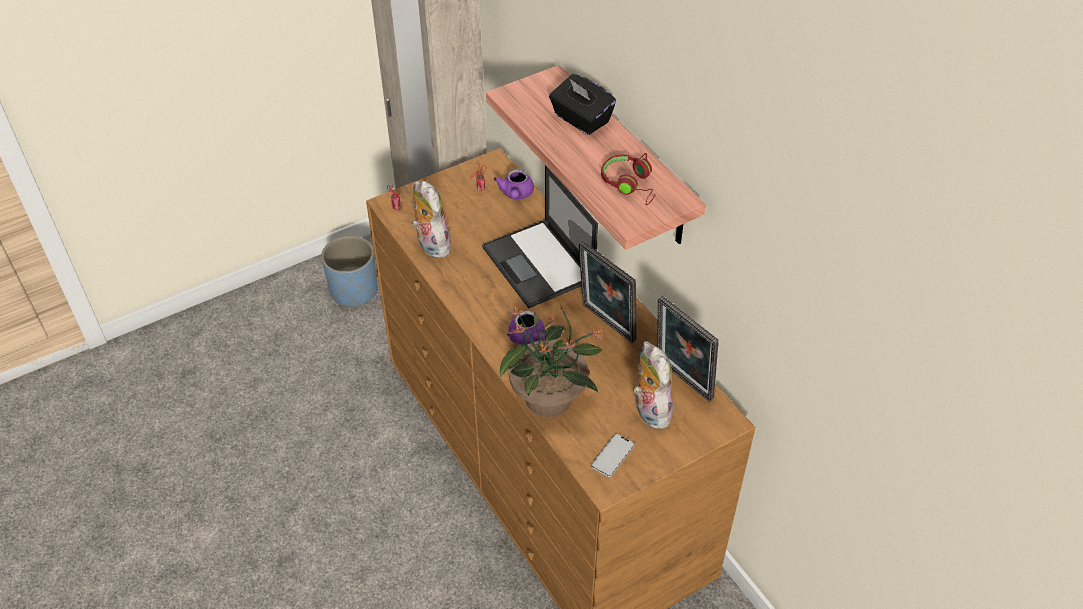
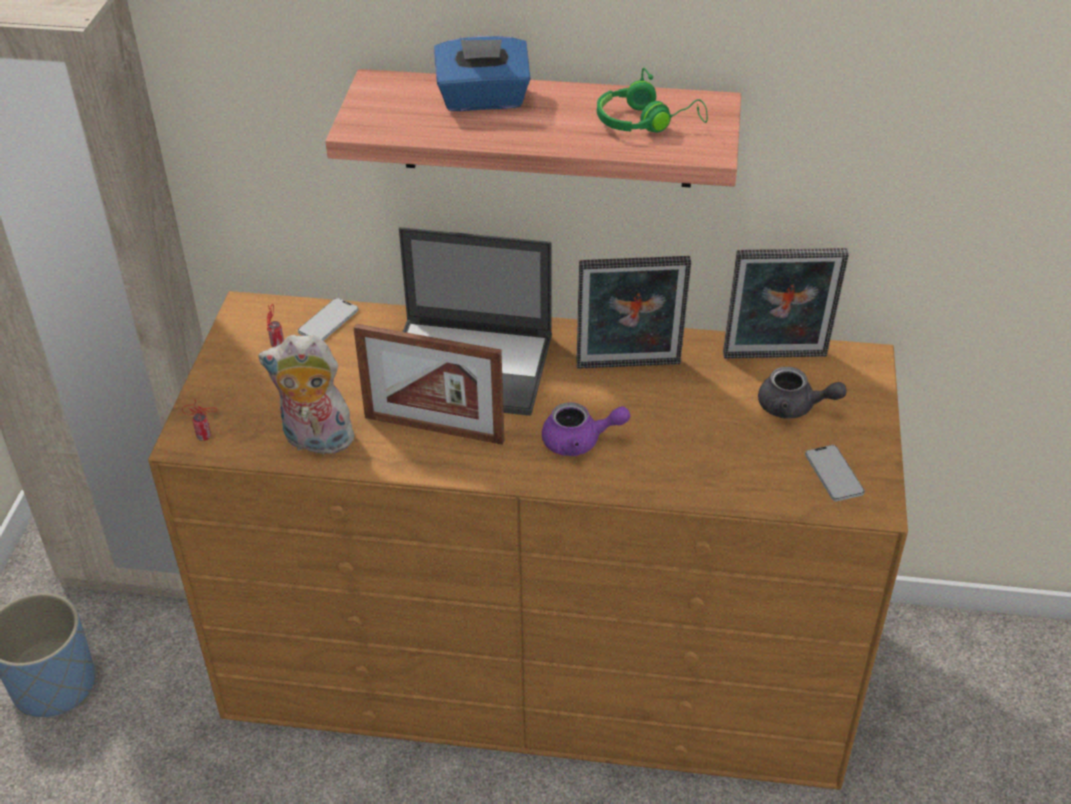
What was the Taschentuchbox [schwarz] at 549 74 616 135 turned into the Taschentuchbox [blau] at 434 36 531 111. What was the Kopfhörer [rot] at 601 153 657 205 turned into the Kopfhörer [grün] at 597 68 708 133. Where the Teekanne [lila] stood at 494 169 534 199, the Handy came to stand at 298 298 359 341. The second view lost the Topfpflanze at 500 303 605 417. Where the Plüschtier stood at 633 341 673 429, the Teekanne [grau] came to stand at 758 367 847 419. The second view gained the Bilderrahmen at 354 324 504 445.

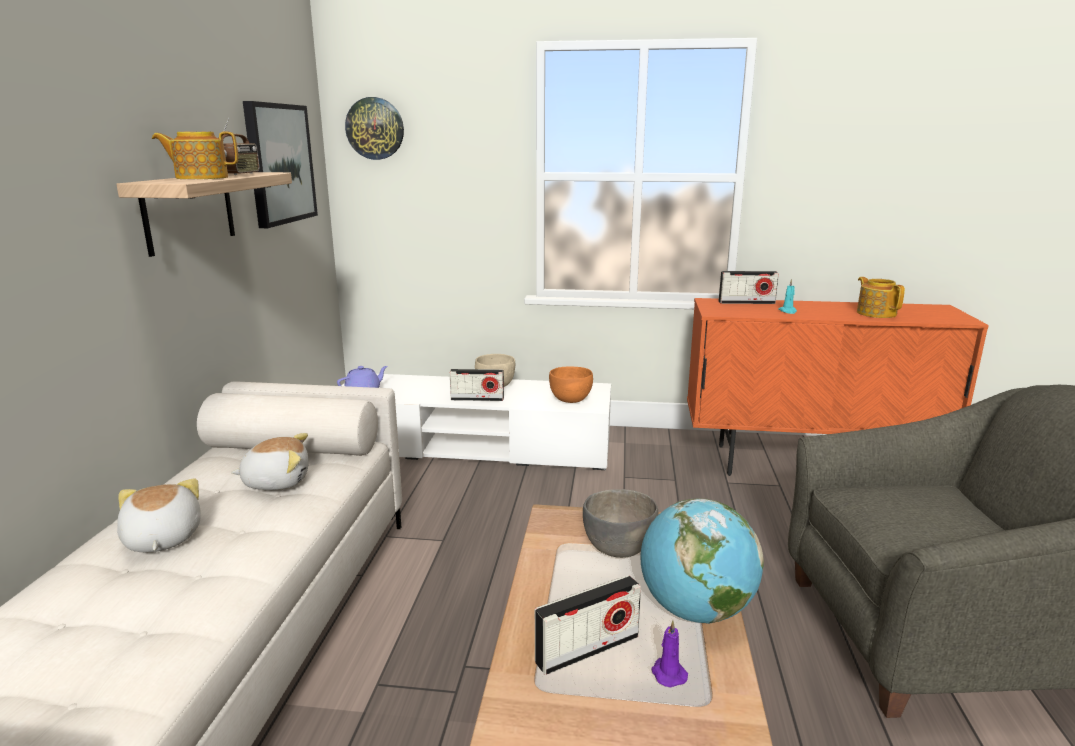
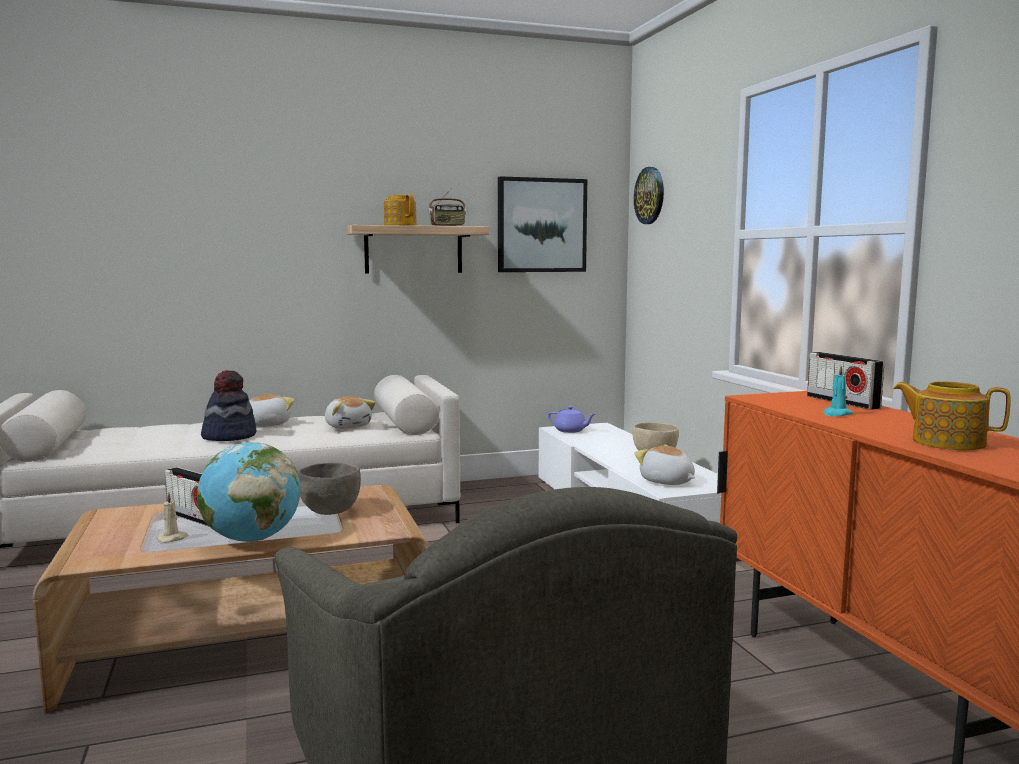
The Teekanne at 857 277 905 318 ended up facing another way, 105 degrees counterclockwise from before. Where the Schüssel [orange] stood at 549 366 593 403, the Plüschtier came to stand at 634 445 695 485. The second view lost the Radio at 450 369 504 401. What was the Kerze [lila] at 651 620 688 687 turned into the Kerze [beige] at 157 492 189 543. The second view gained the Hut at 201 370 256 441.

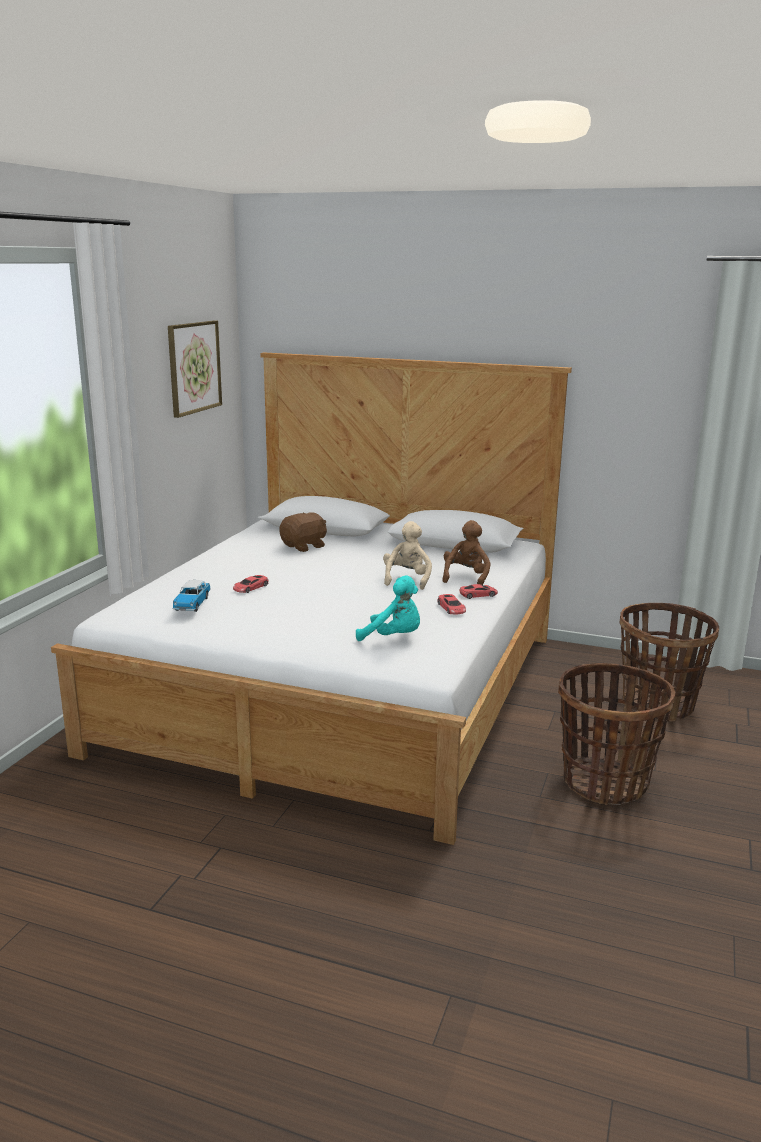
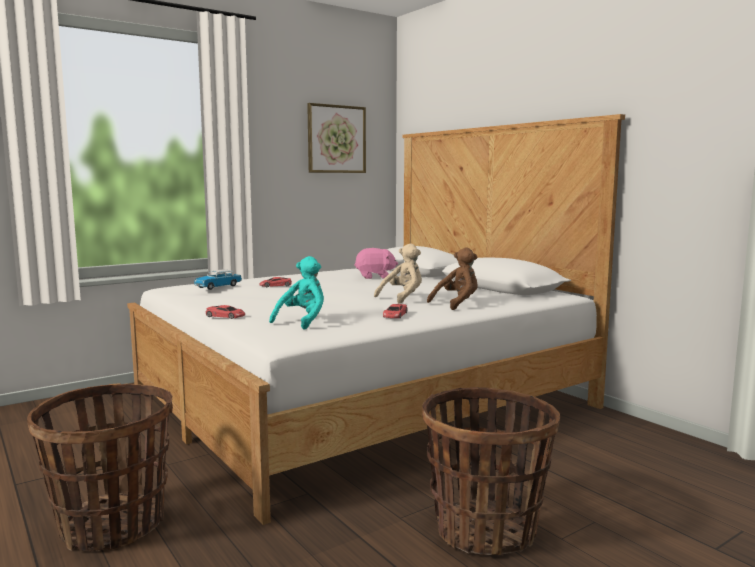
What was the Plüschtier [braun] at 279 512 327 552 turned into the Plüschtier [rosa] at 354 248 398 279. The Plüschtier [türkis] at 356 576 420 641 ended up facing another way, 120 degrees counterclockwise from before. The Spielzeugauto [rot] ended up elsewhere, having gone from 460 584 498 599 to 206 305 245 319. The Korb ended up elsewhere, having gone from 620 603 719 722 to 27 383 173 551.

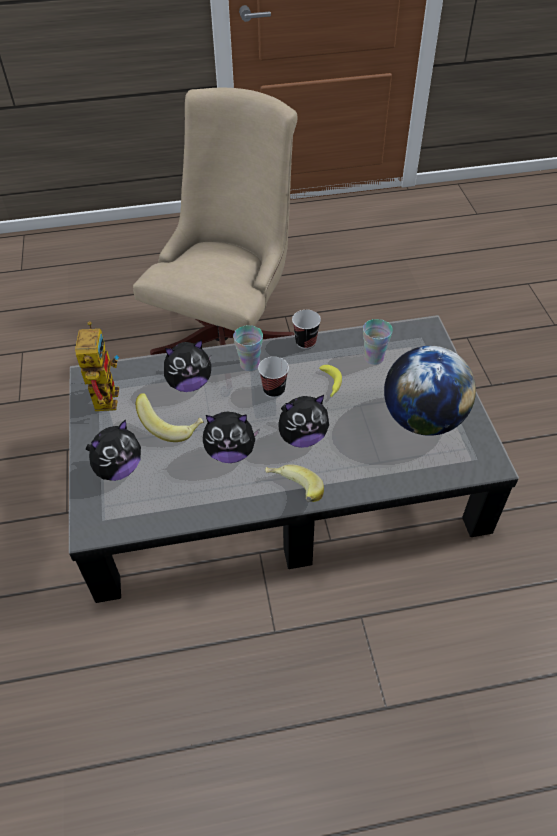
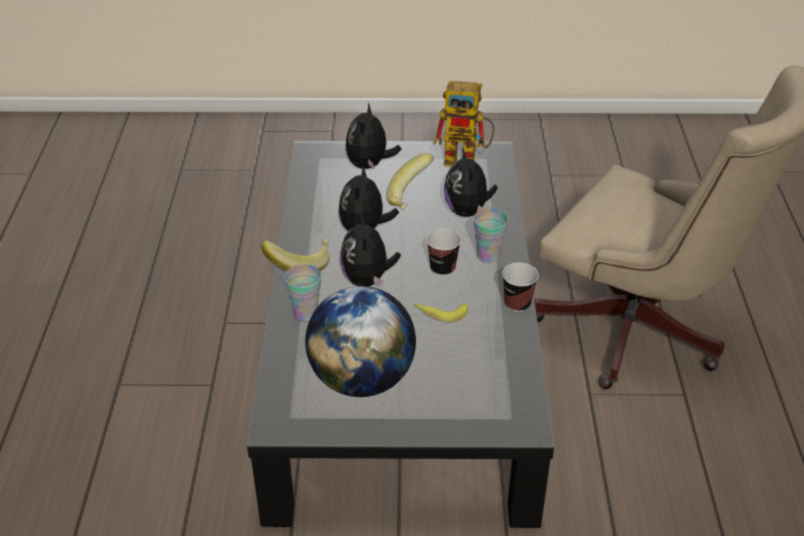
The Tasse ended up elsewhere, having gone from 363 319 393 365 to 284 264 321 322. The Plüschtier at 86 419 141 481 ended up facing another way, 45 degrees clockwise from before.

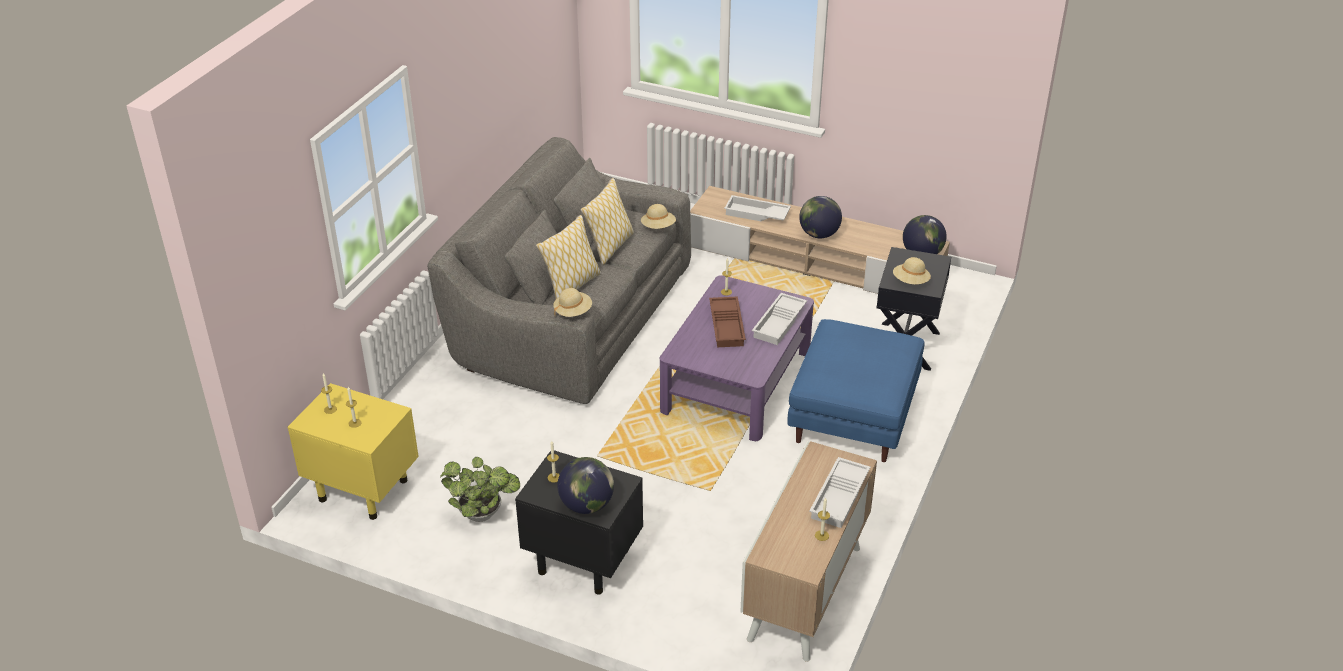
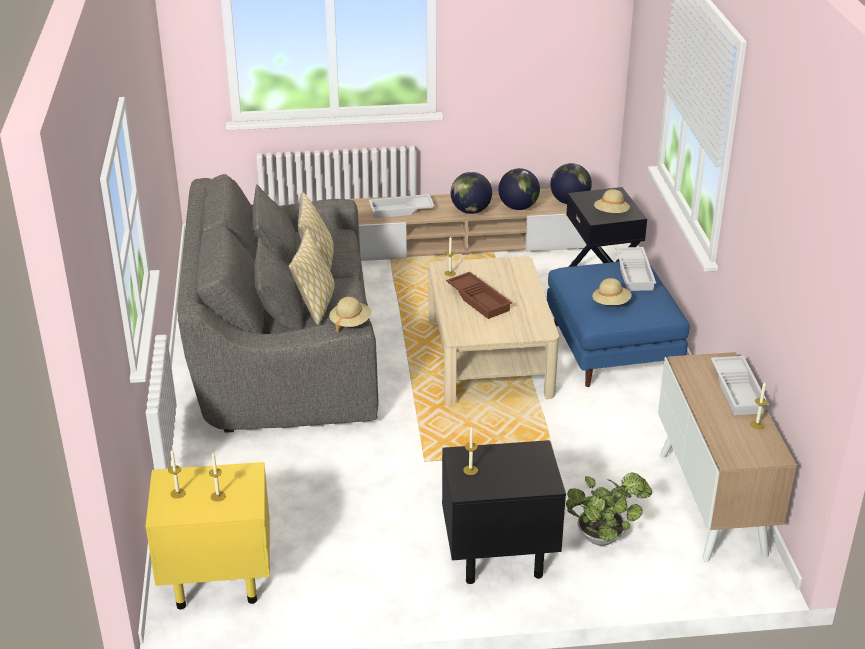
The Hut [beige] ended up elsewhere, having gone from 641 204 676 229 to 592 278 632 305. What was the Couchtisch [lila] at 660 275 814 441 turned into the Couchtisch [beige] at 428 256 559 405. The Tablett [weiß] ended up elsewhere, having gone from 752 293 807 345 to 615 247 656 291. The Topfpflanze ended up elsewhere, having gone from 440 457 520 522 to 566 472 653 546. The Globus ended up elsewhere, having gone from 557 457 614 514 to 498 168 540 210.

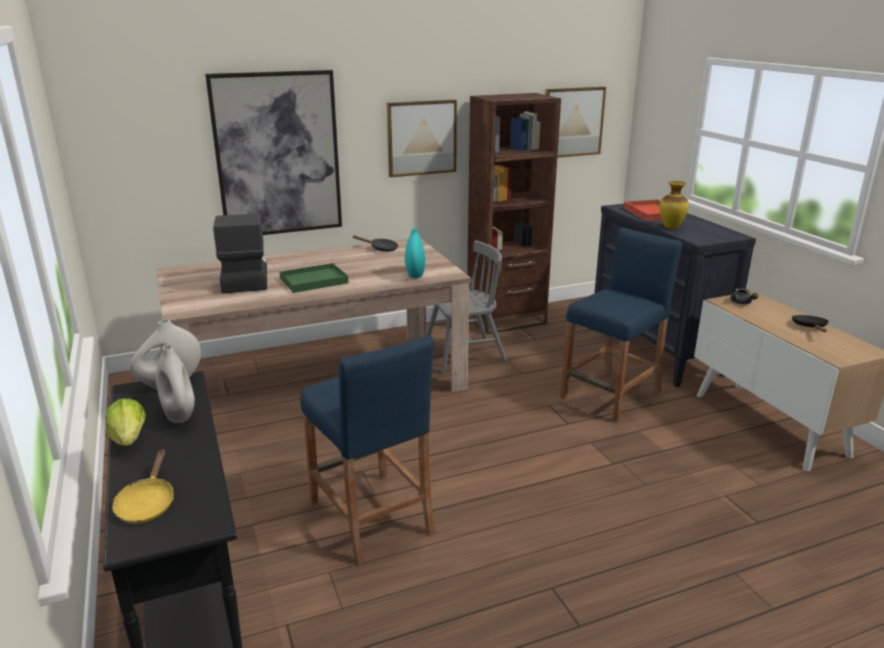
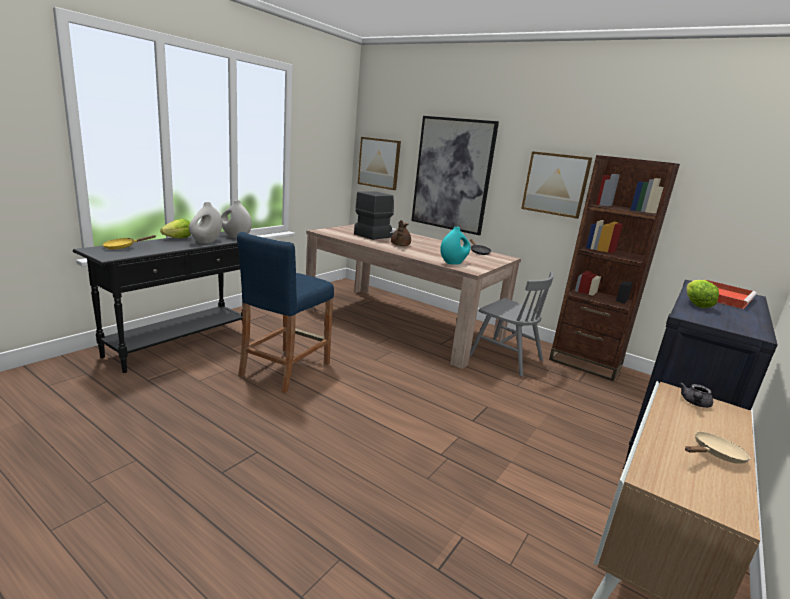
The Bild ended up elsewhere, having gone from 545 87 606 158 to 358 137 401 190. Where the Vase stood at 659 181 689 229, the Salatkopf came to stand at 686 280 719 308. The second view lost the Hocker [blau] at 560 227 682 422. Where the Tablett [grün] stood at 279 262 349 293, the Teekanne [braun] came to stand at 391 220 411 246. What was the Pfanne [schwarz] at 792 315 829 332 turned into the Pfanne [beige] at 685 431 750 464.

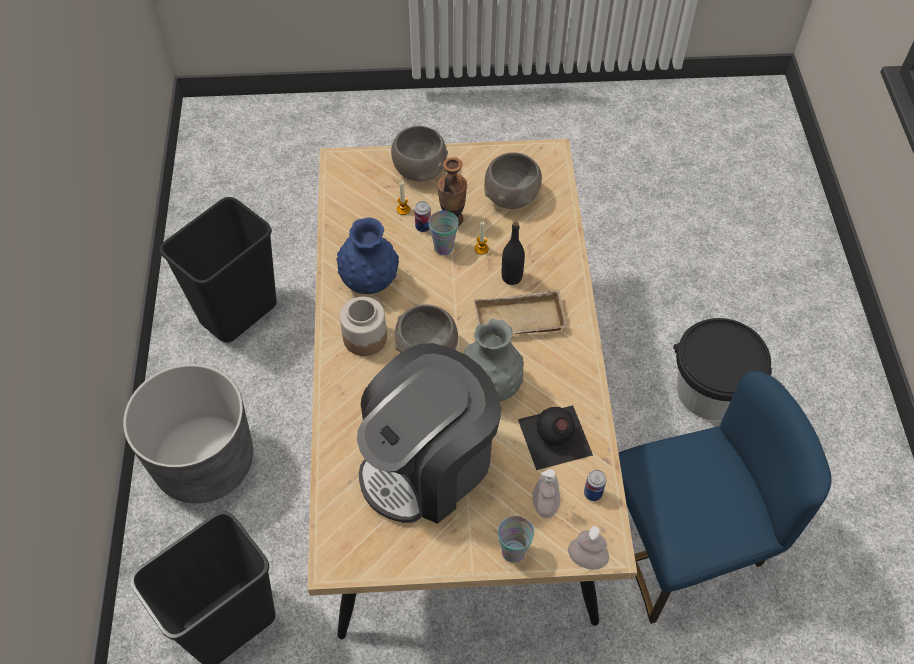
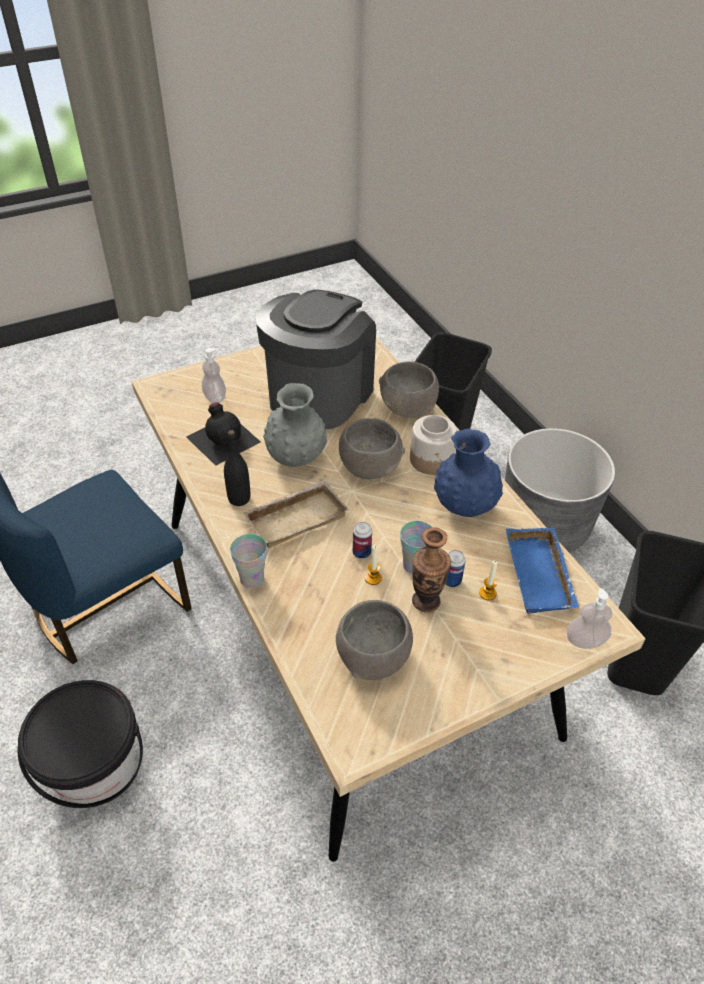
The Schüssel [grau] ended up elsewhere, having gone from 391 126 448 182 to 379 361 439 418. The Flasche [schwarz] ended up elsewhere, having gone from 502 222 525 285 to 224 430 250 506. The Dose ended up elsewhere, having gone from 584 470 606 501 to 353 522 372 559. The Tasse ended up elsewhere, having gone from 498 516 534 563 to 230 534 267 588. The Seifenspender ended up elsewhere, having gone from 568 526 609 570 to 567 588 612 649. The second view gained the Tablett [blau] at 506 528 579 614.

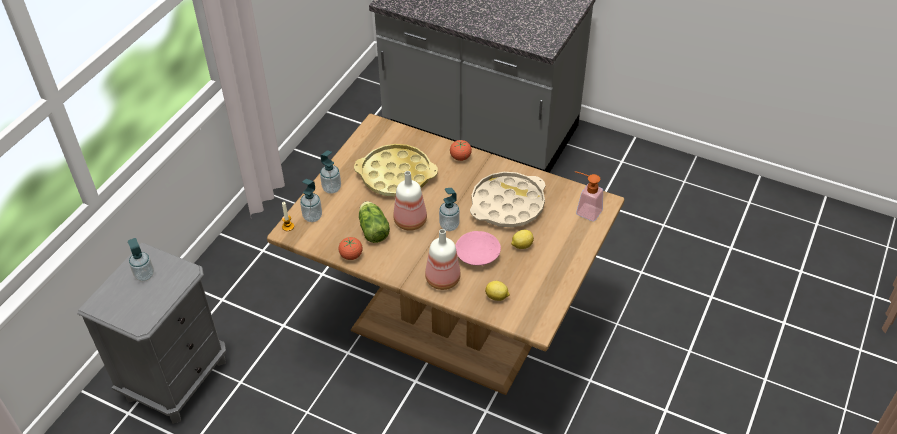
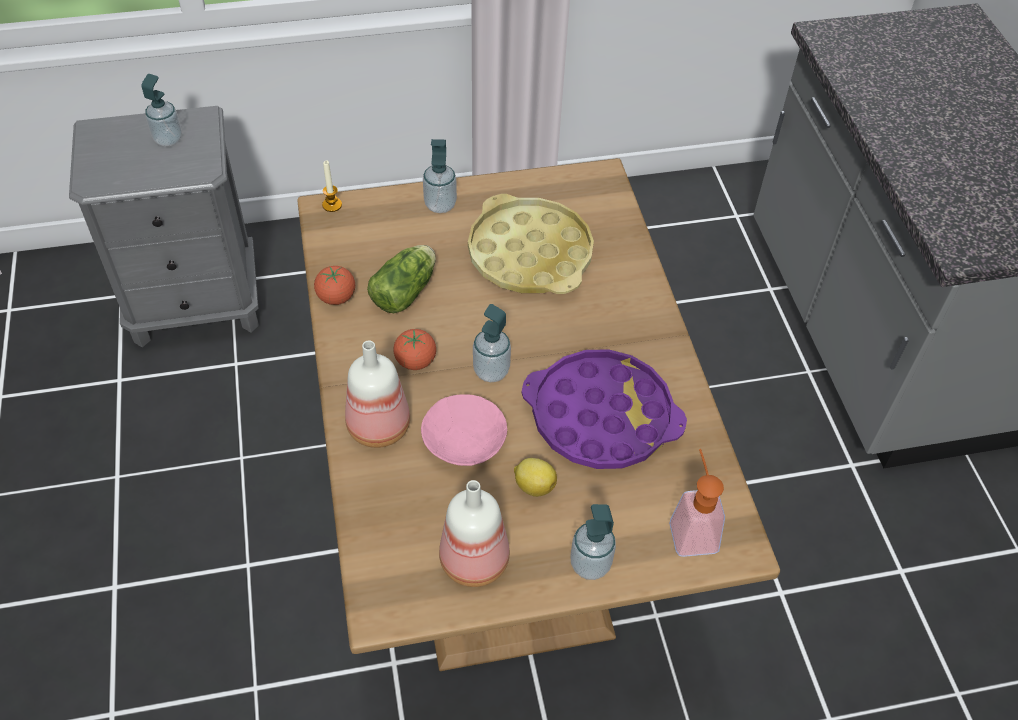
The Tomate ended up elsewhere, having gone from 450 140 472 161 to 393 329 436 370. The Flasche ended up elsewhere, having gone from 393 171 427 231 to 439 480 510 587. What was the Tablett [beige] at 470 172 546 227 turned into the Tablett [lila] at 522 349 687 469. The Seifenspender ended up elsewhere, having gone from 300 179 322 222 to 571 504 616 580. The second view lost the Zitrone at 485 281 510 301.

